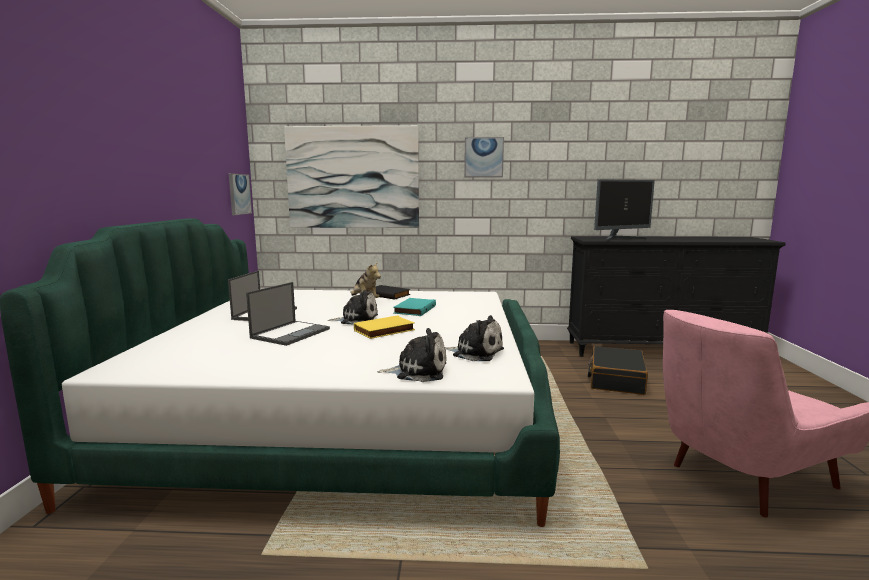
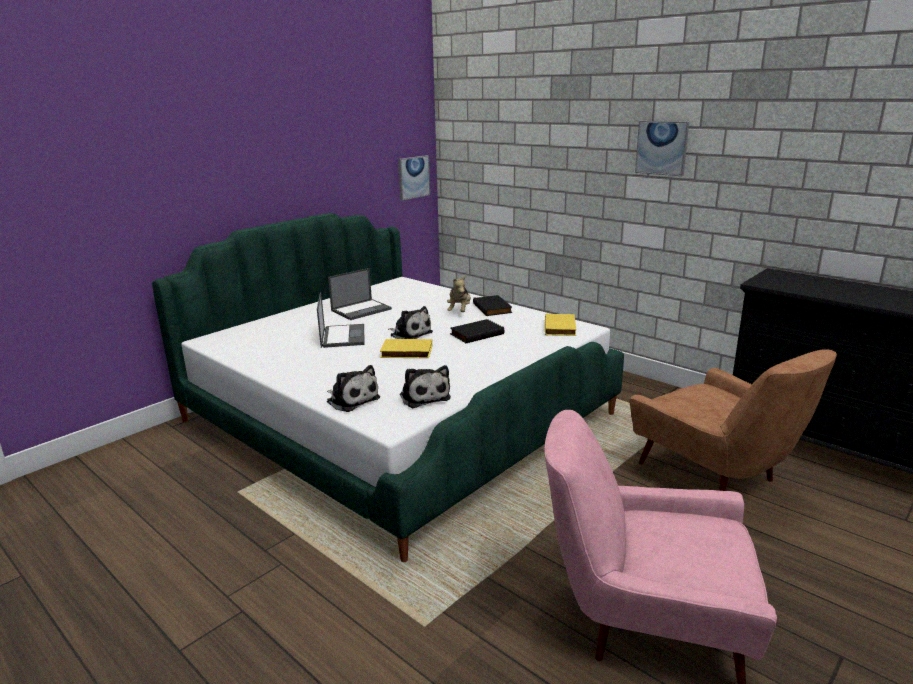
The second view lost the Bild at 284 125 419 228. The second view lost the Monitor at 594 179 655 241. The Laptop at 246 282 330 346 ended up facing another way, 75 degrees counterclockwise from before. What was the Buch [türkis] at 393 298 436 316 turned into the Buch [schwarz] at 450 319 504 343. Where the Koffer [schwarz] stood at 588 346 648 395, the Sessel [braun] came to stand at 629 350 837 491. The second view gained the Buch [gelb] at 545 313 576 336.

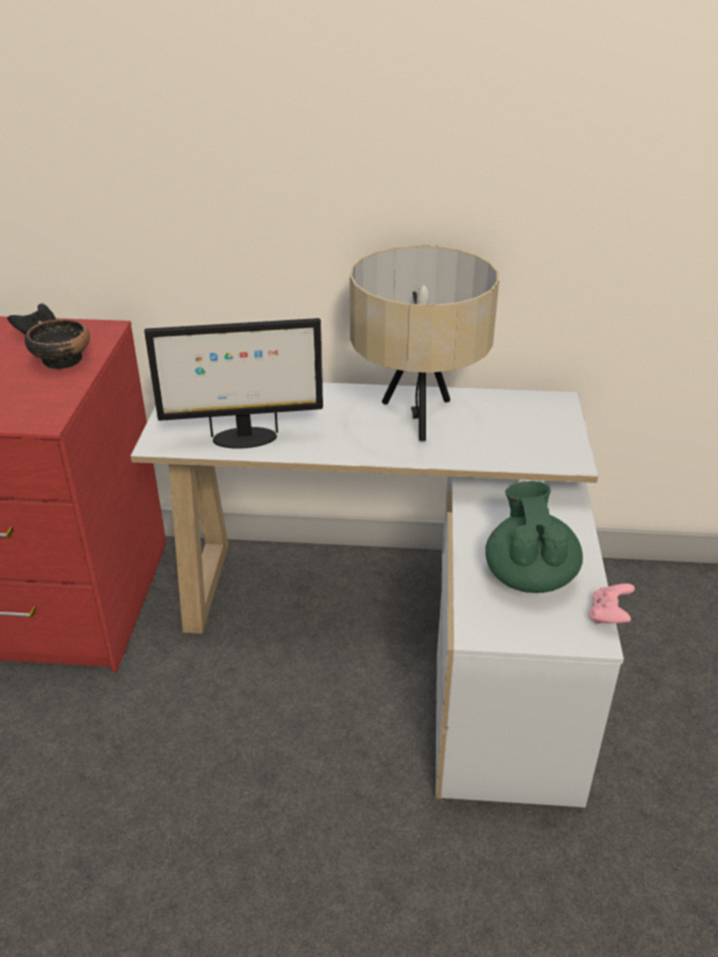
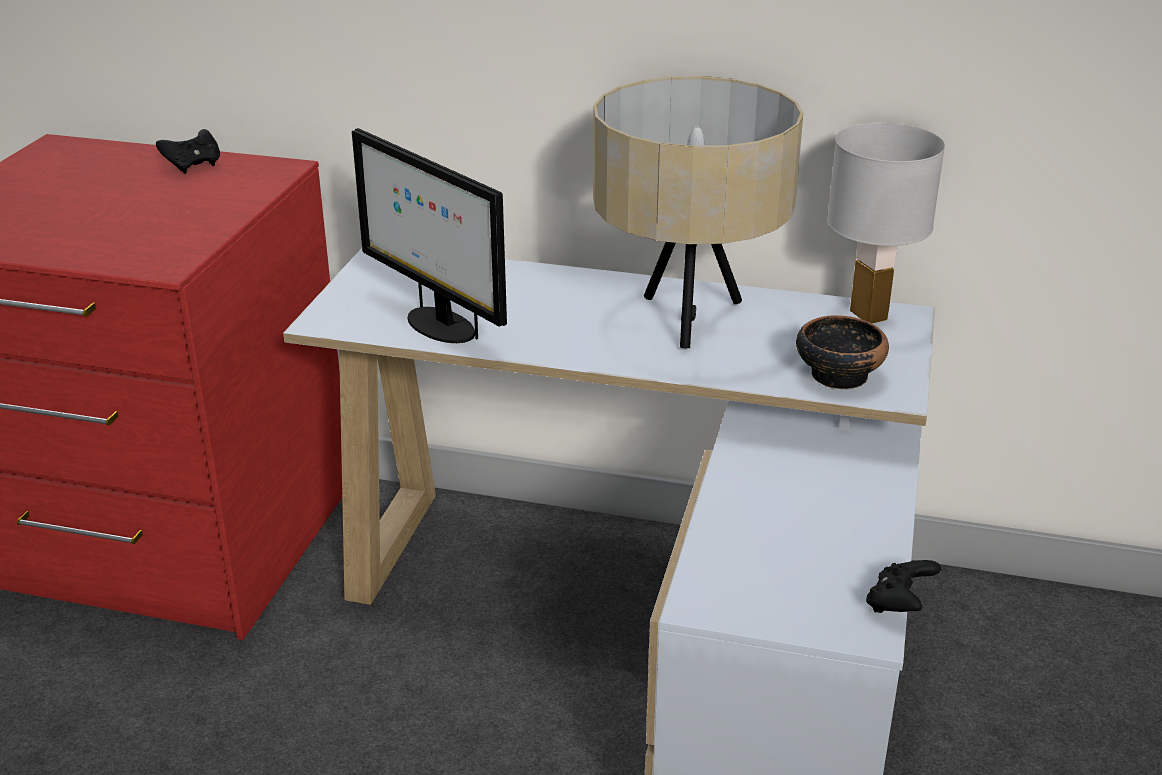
The Monitor at 144 318 323 449 ended up facing another way, 45 degrees clockwise from before. The Schüssel ended up elsewhere, having gone from 25 319 90 369 to 796 316 889 389. The second view lost the Teekanne [grün] at 485 481 583 593. What was the Gamepad [rosa] at 589 583 635 624 turned into the Gamepad [schwarz] at 866 560 941 613. The second view gained the Tischlampe [weiß] at 827 123 945 324.

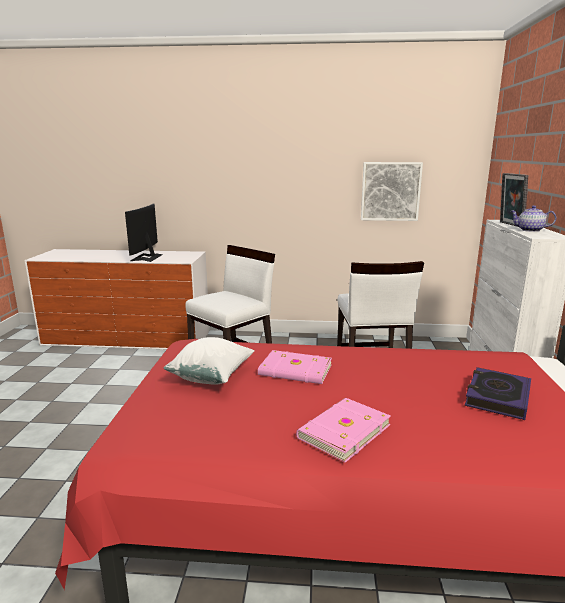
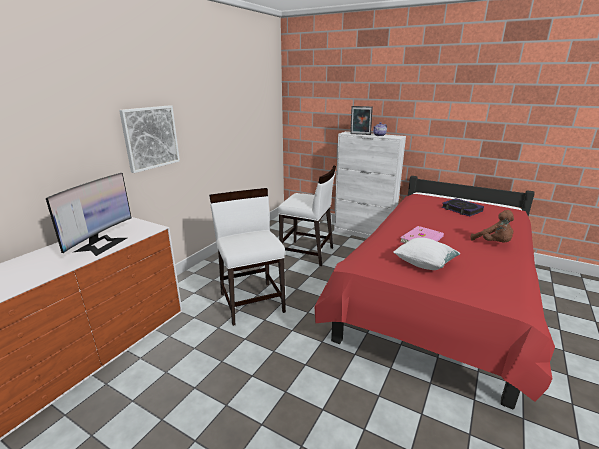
The Bild ended up elsewhere, having gone from 361 162 423 221 to 119 105 180 173. The Monitor at 125 203 163 262 ended up facing another way, 105 degrees counterclockwise from before. Where the Buch [rosa] stood at 296 398 391 463, the Plüschtier [braun] came to stand at 471 210 514 242.

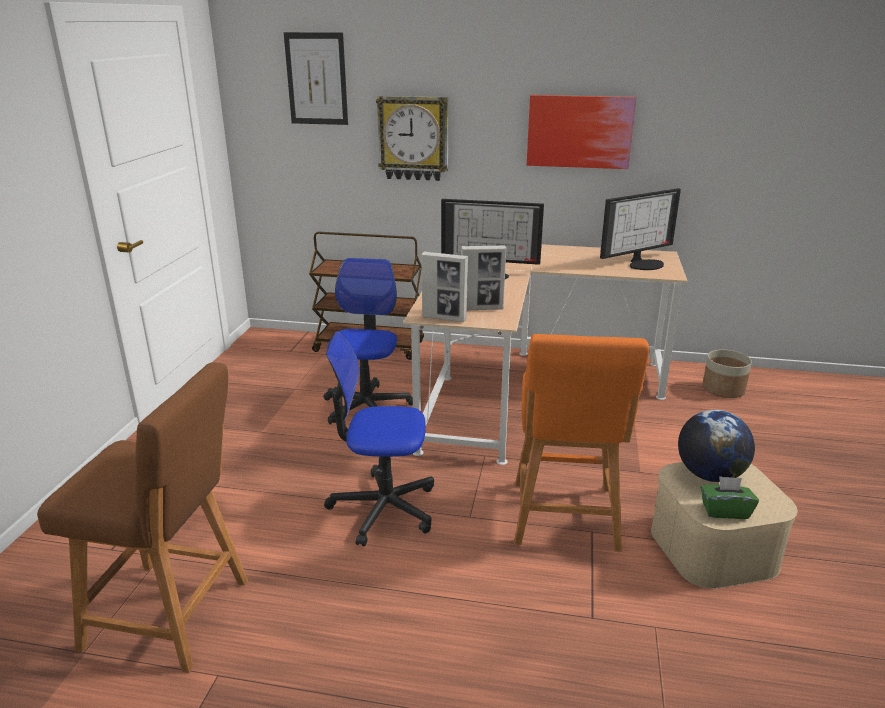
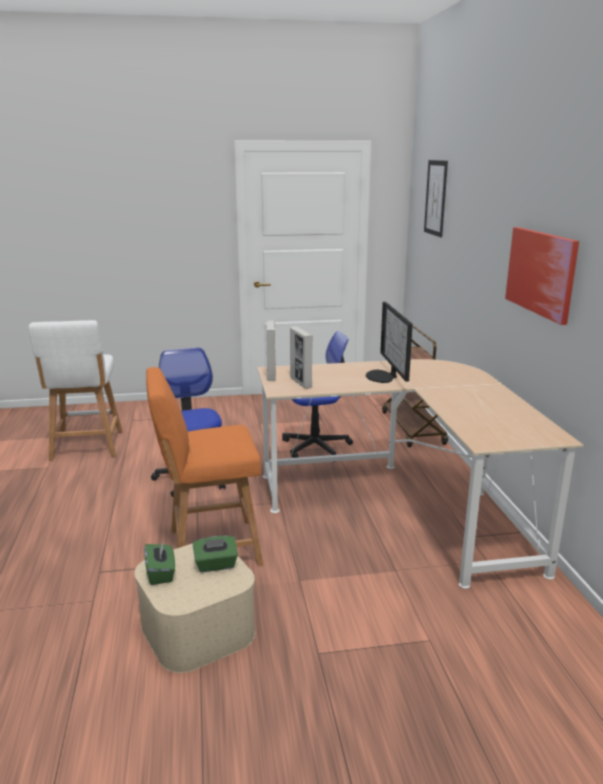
The second view lost the Wanduhr at 376 96 448 181. The second view lost the Monitor at 600 188 681 270. The second view lost the Pflanzkübel at 702 350 752 398. What was the Hocker [braun] at 37 362 248 673 turned into the Hocker [weiß] at 28 320 123 461. Where the Globus stood at 678 410 755 482, the Taschentuchbox [grün] came to stand at 193 536 238 572.

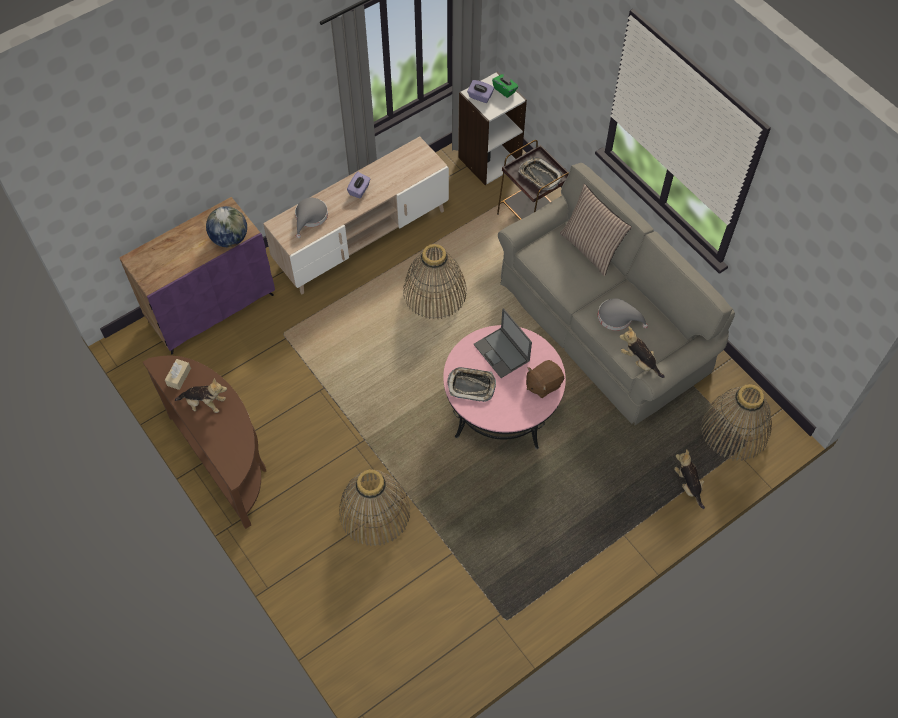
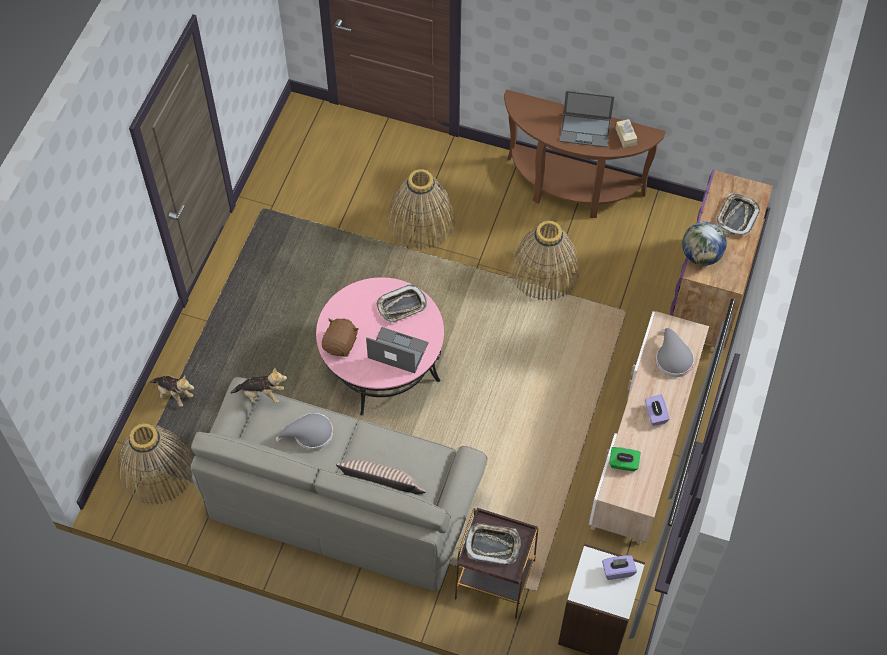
The Taschentuchbox [grün] ended up elsewhere, having gone from 492 73 518 98 to 609 447 641 471. The Korb ended up elsewhere, having gone from 403 244 467 319 to 511 221 579 301. Where the Plüschtier stood at 175 378 227 413, the Laptop came to stand at 560 90 614 147. The second view gained the Tablett at 717 193 760 236.

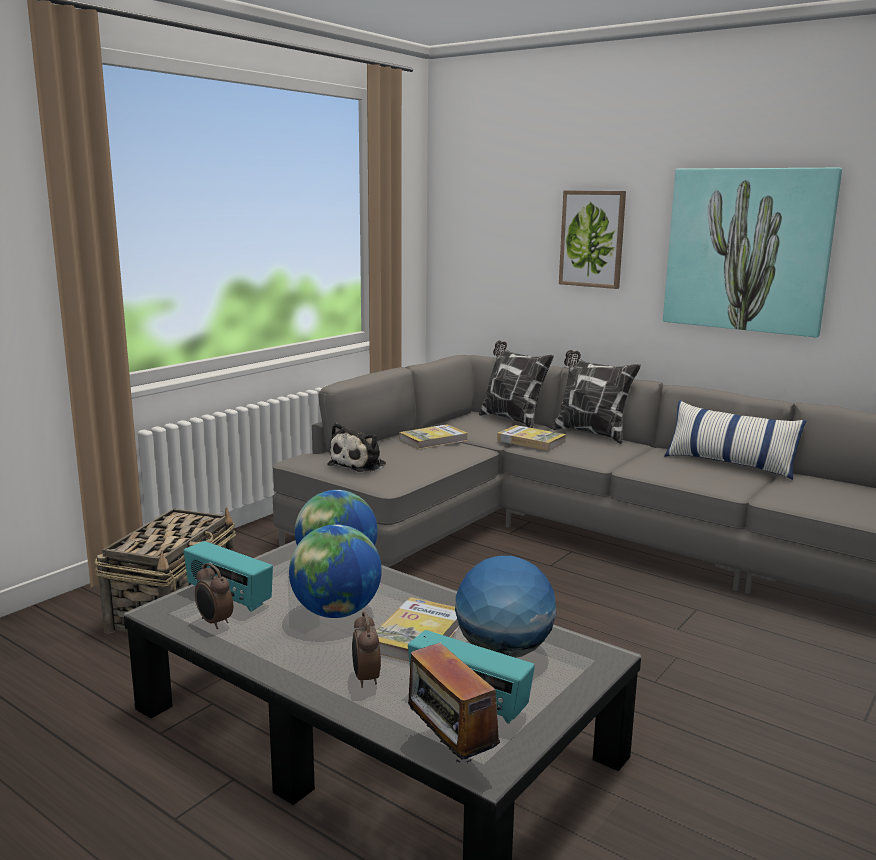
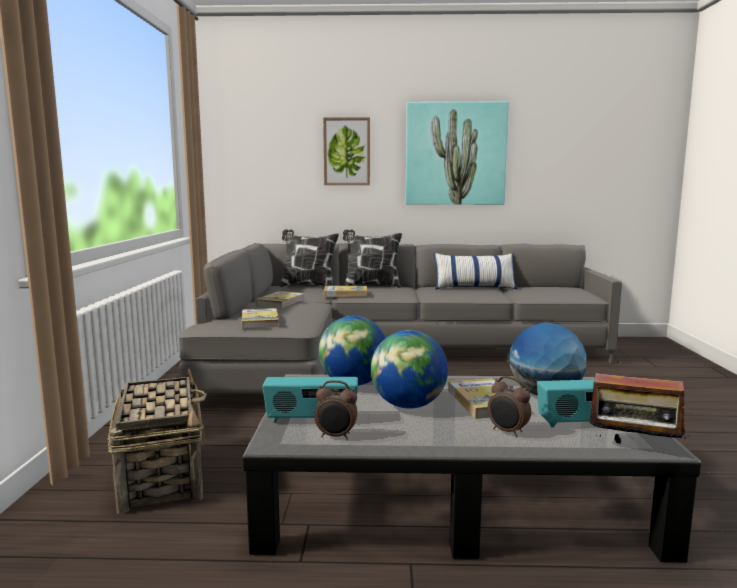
Where the Plüschtier stood at 328 423 386 472, the Buch came to stand at 242 308 279 329.

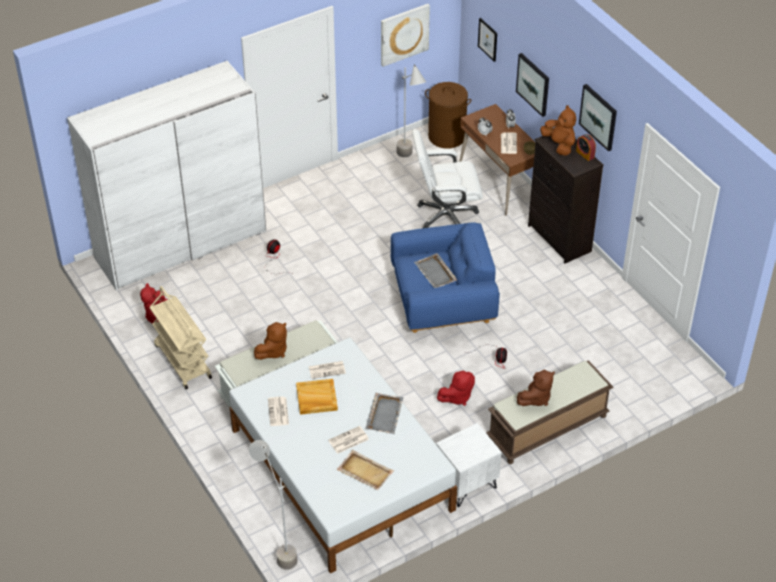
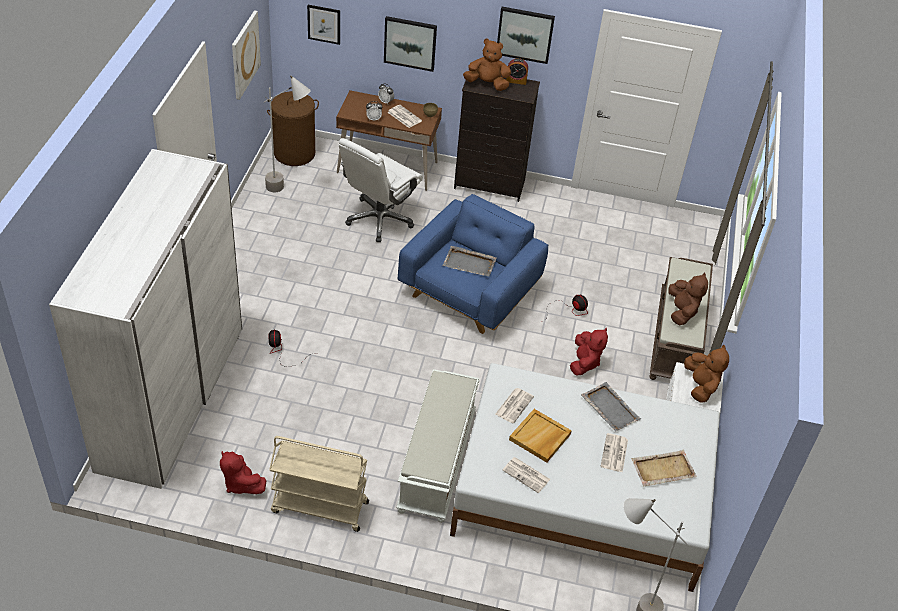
The Plüschtier [braun] ended up elsewhere, having gone from 254 322 287 360 to 684 345 729 403.

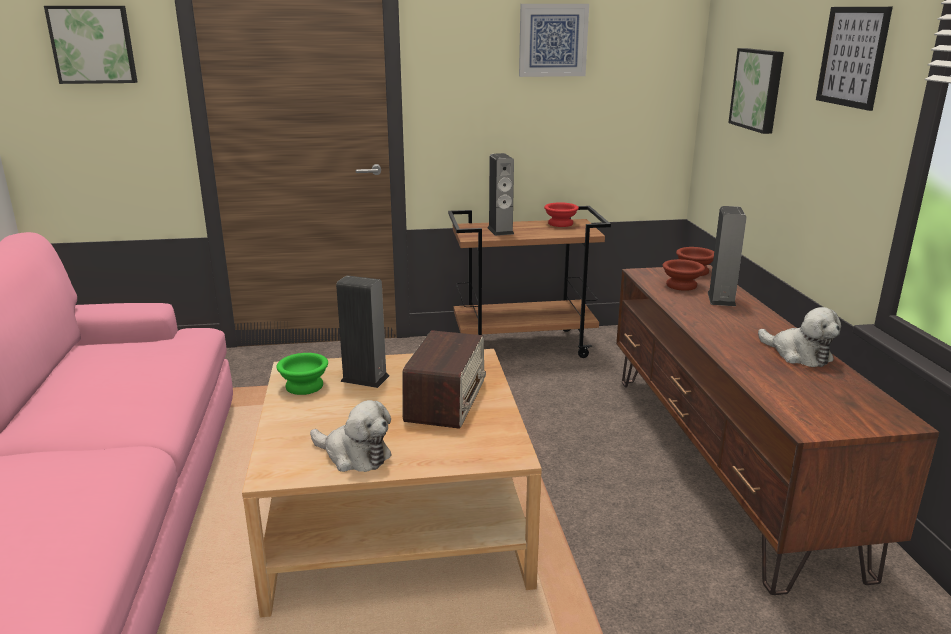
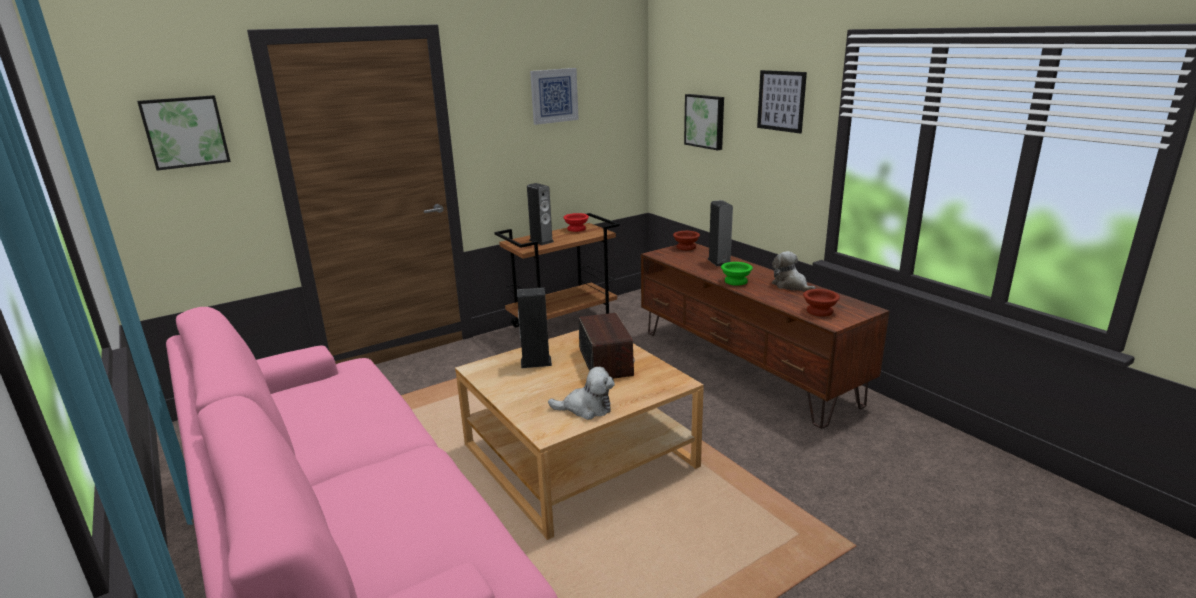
The Schüssel [braun] ended up elsewhere, having gone from 662 259 705 291 to 803 289 840 317. The Plüschtier at 758 307 841 367 ended up facing another way, 150 degrees counterclockwise from before. The Schüssel [grün] ended up elsewhere, having gone from 276 353 328 395 to 721 262 753 286.

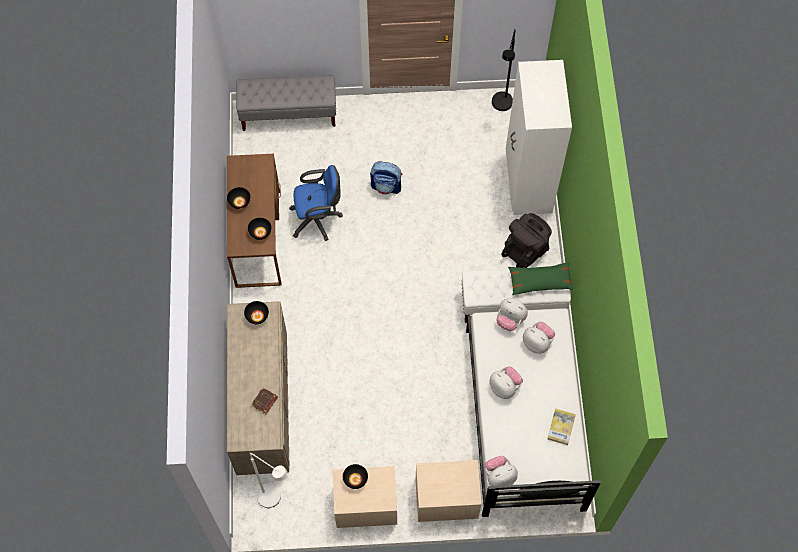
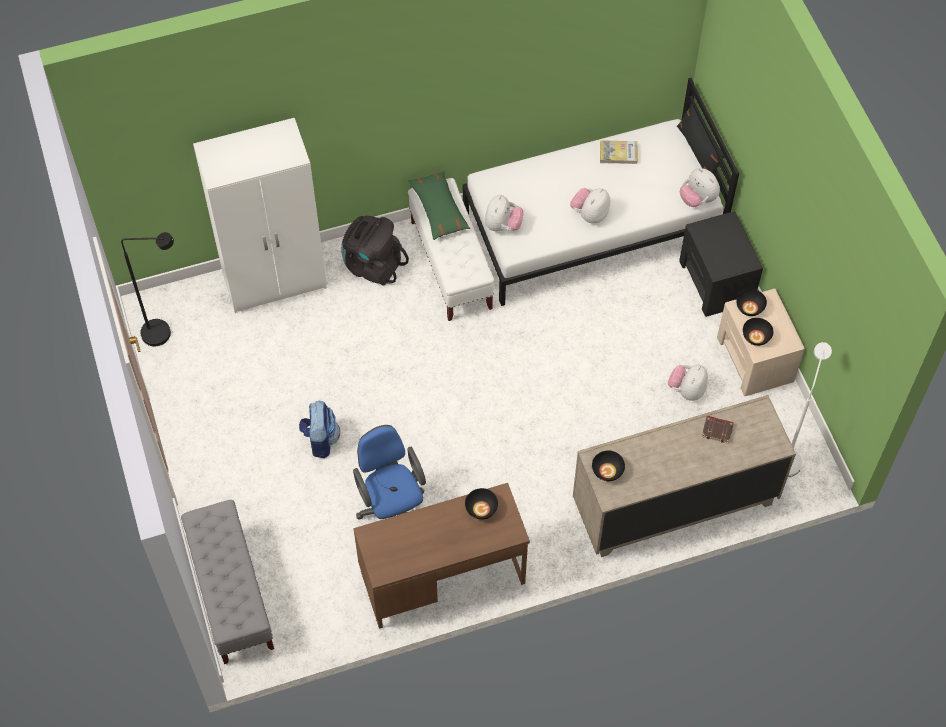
The Schüssel [schwarz] ended up elsewhere, having gone from 227 187 250 209 to 736 289 767 316. The Plüschtier ended up elsewhere, having gone from 523 322 555 354 to 668 365 708 401. What was the Nachttisch [beige] at 416 460 481 522 turned into the Nachttisch [schwarz] at 679 211 763 317.

